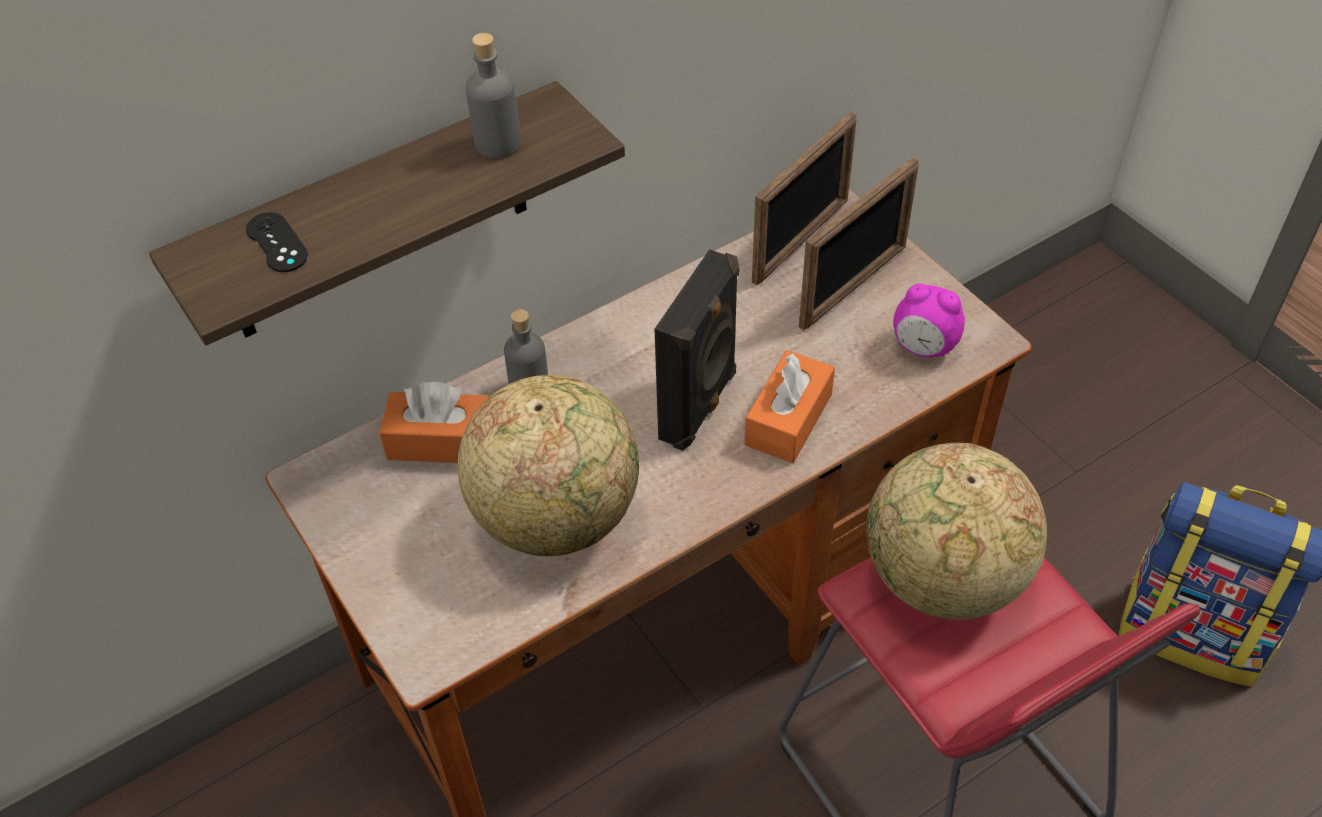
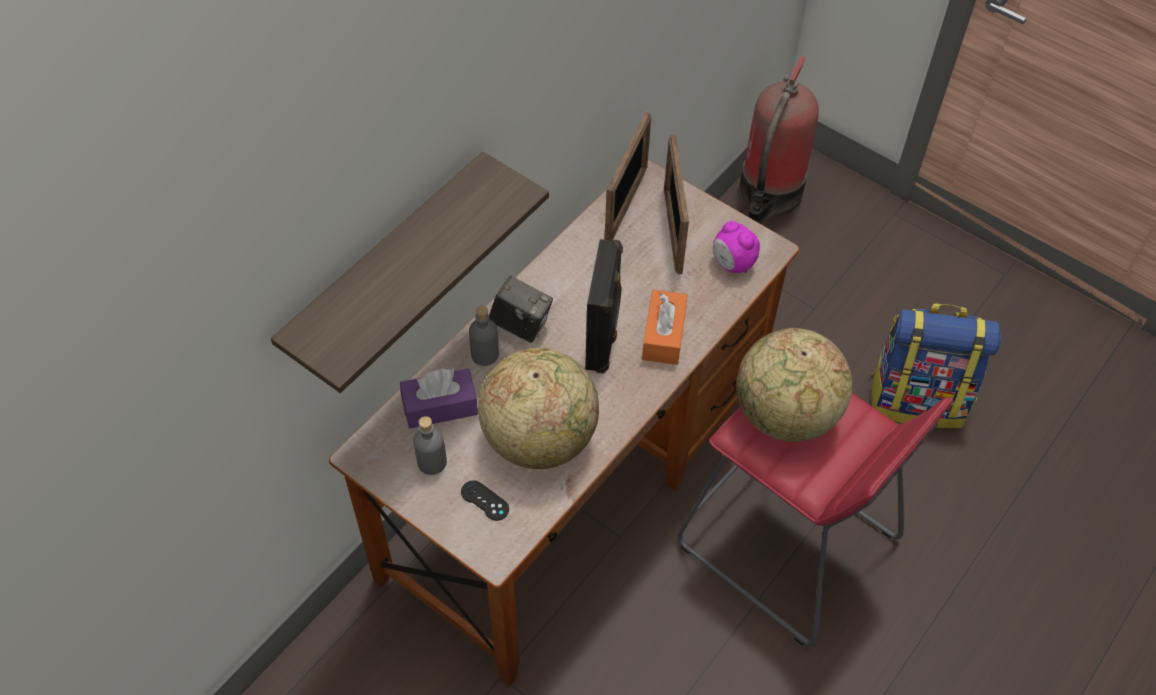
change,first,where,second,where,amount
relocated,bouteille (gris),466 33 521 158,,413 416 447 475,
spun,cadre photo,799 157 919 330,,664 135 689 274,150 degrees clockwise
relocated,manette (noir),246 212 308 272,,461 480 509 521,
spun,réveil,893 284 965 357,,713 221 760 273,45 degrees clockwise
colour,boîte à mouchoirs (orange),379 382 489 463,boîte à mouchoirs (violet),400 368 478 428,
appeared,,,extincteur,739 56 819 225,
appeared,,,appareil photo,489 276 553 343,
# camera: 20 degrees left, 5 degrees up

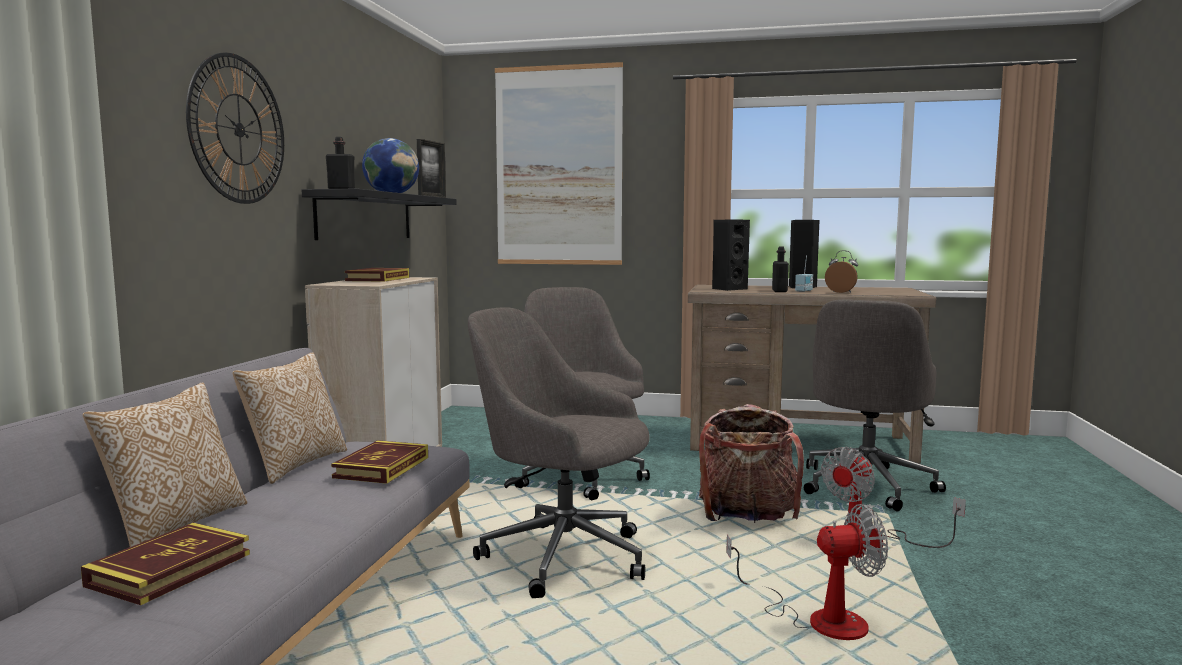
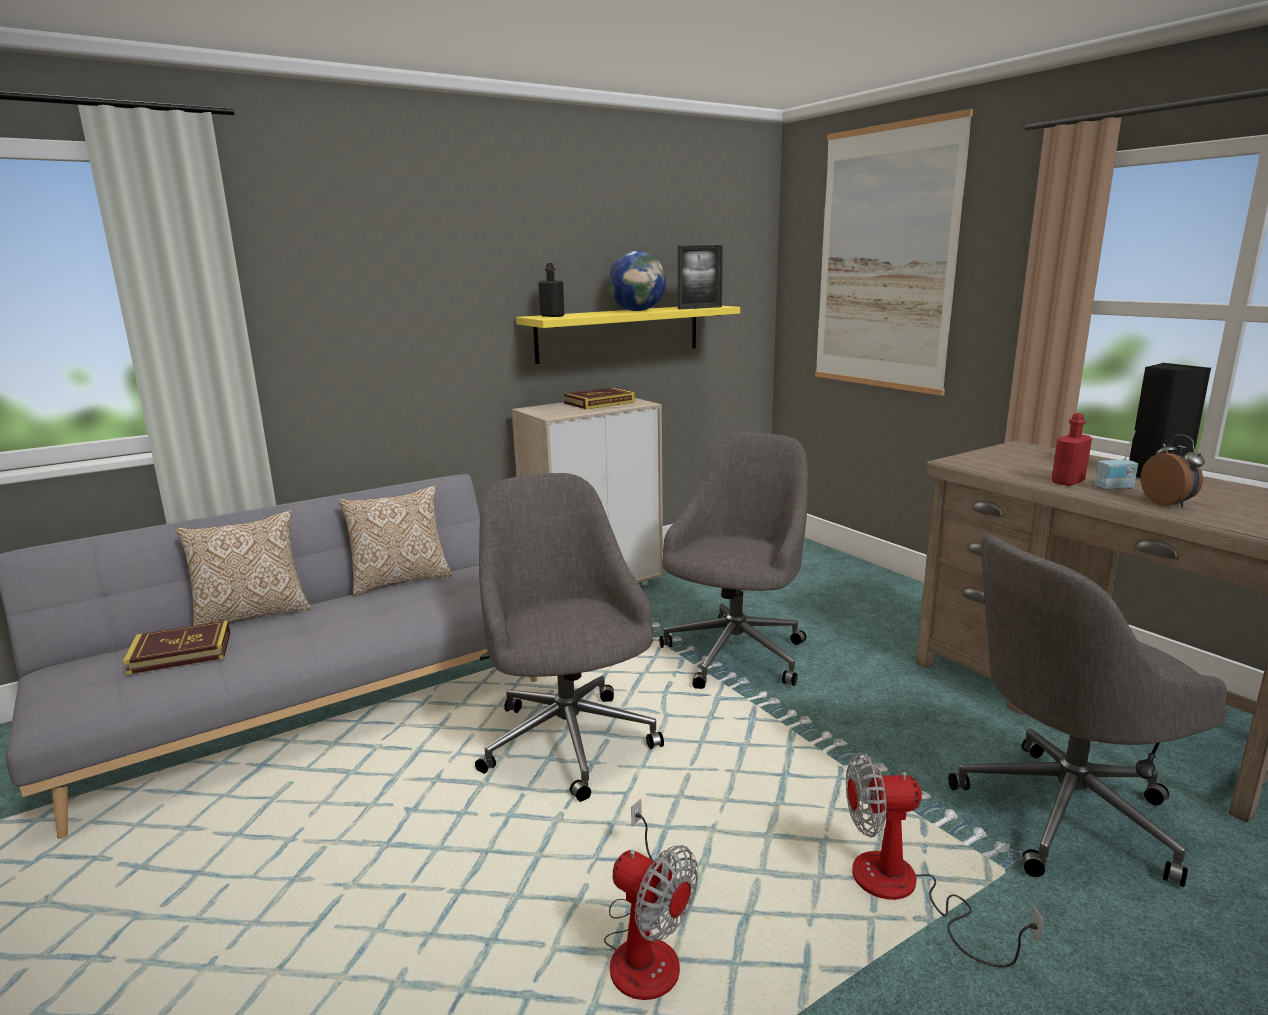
change,first,where,second,where,amount
missing,horloge murale,186 52 284 204,,,
colour,étagère (noir),302 189 457 240,étagère (jaune),516 306 740 364,
missing,enceinte (noir),712 219 750 291,,,
colour,bouteille (noir),772 247 789 292,bouteille (rouge),1051 413 1092 486,
missing,sac à dos,699 404 804 523,,,
missing,livre,331 440 428 484,,,
# camera: 45 degrees right, 10 degrees up

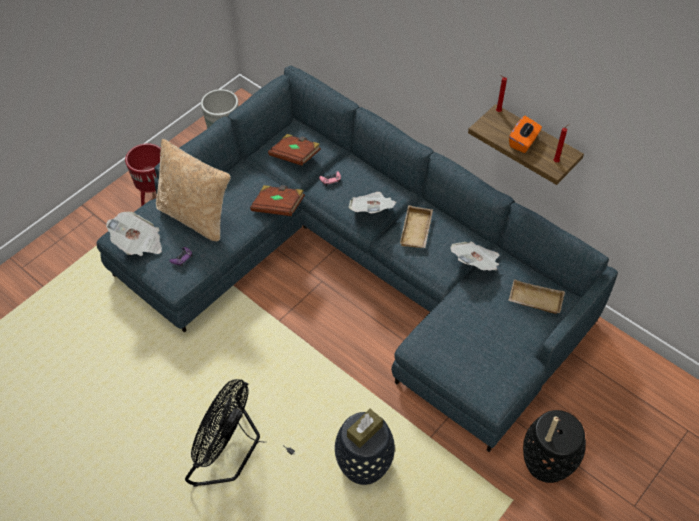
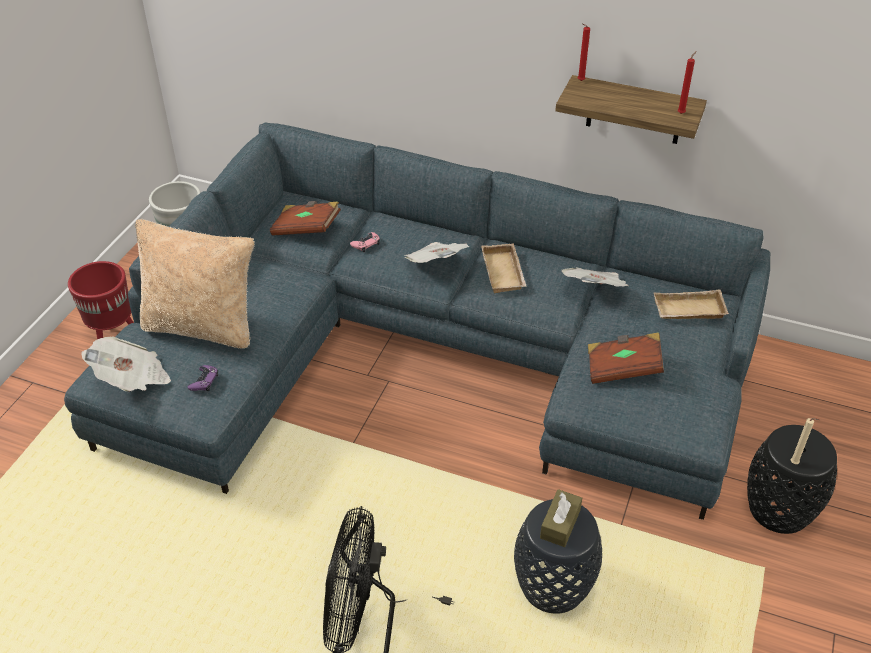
change,first,where,second,where,amount
missing,boîte à mouchoirs (orange),509 116 542 153,,,
relocated,livre (marron),250 185 305 216,,588 332 664 384,
# camera: 20 degrees left, 10 degrees down

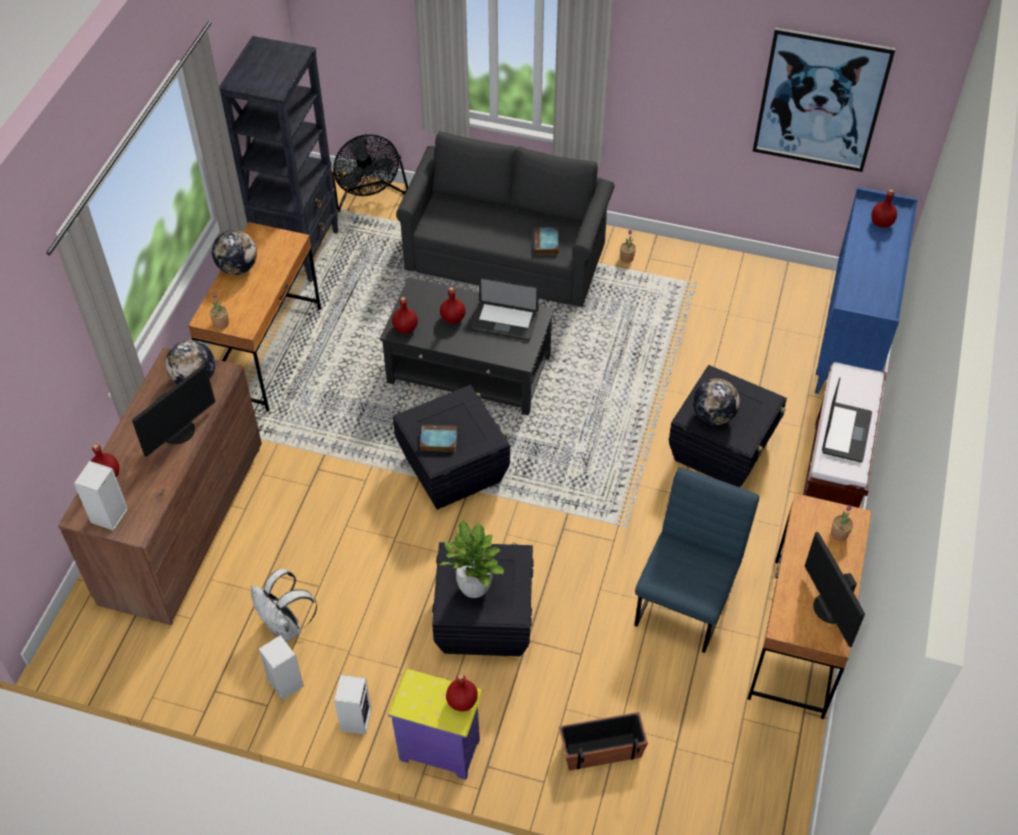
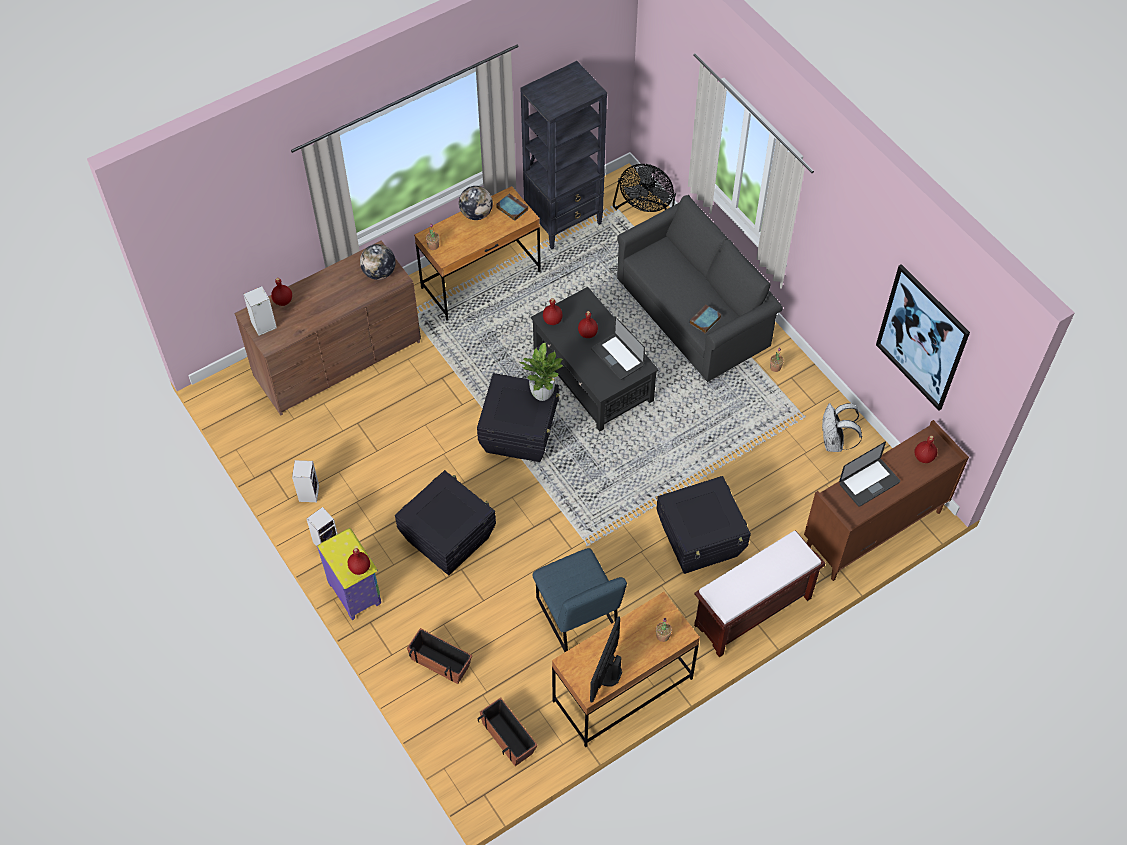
change,first,where,second,where,amount
colour,meuble de rangement (bleu),815 187 918 394,meuble de rangement (marron),804 420 969 581,
missing,écran d'ordinateur,132 364 215 457,,,
relocated,ordinateur portable,822 378 872 462,,839 442 900 507,
missing,globe,693 379 740 425,,,
relocated,livre,420 425 457 452,,496 193 528 221,
spun,chaise (bleu),634 467 759 653,,533 548 627 652,90 degrees clockwise
relocated,plante en pot,439 519 504 598,,518 343 563 401,
relocated,sac à dos (blanc),251 569 317 642,,822 403 862 452,
appeared,,,cache-pot,478 697 538 766,
# camera: 40 degrees right, 5 degrees up

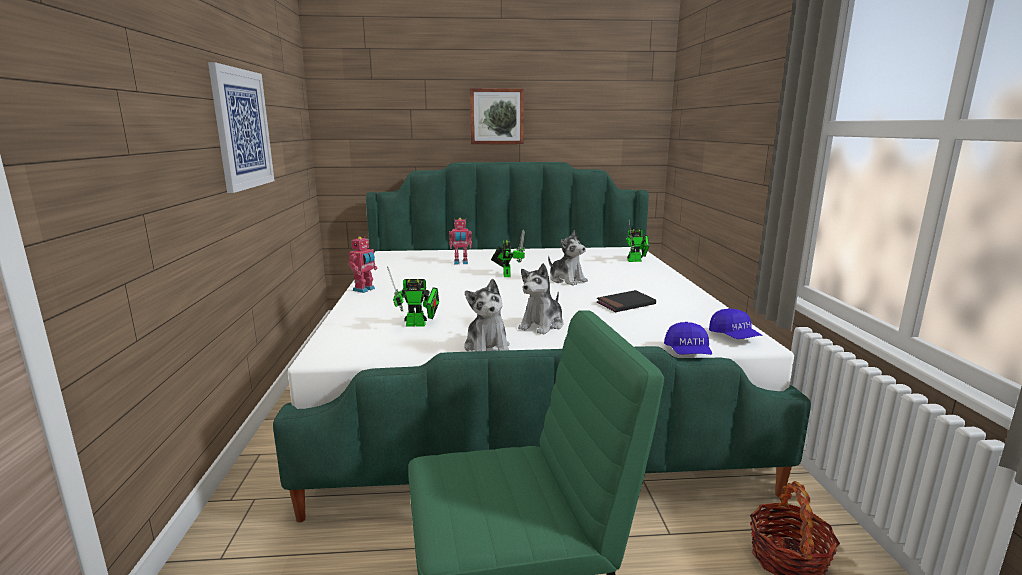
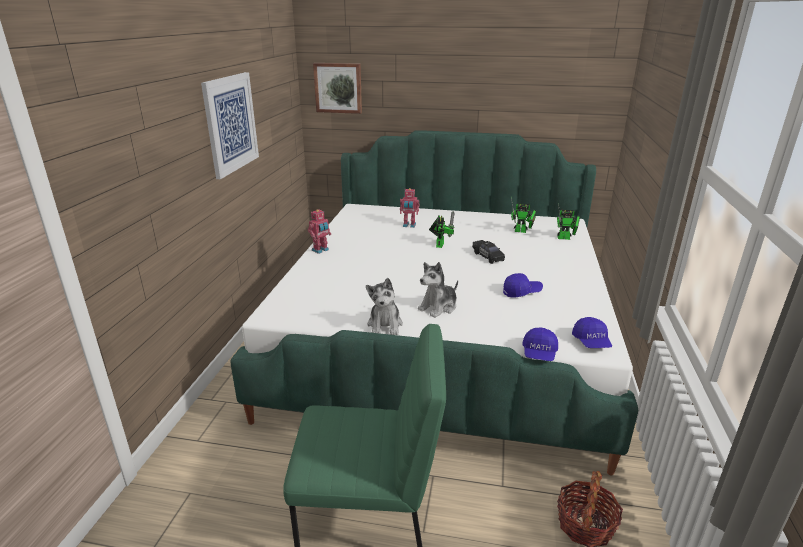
change,first,where,second,where,amount
relocated,tableau,470 88 524 144,,313 63 362 114,
exchanged,peluche,548 230 588 286,petite voiture (noir),472 240 505 264,
relocated,robot jouet,387 266 439 327,,511 197 537 233,
exchanged,livre (noir),597 290 656 312,casquette (bleu),503 273 543 297,
# camera: 15 degrees right, 10 degrees up

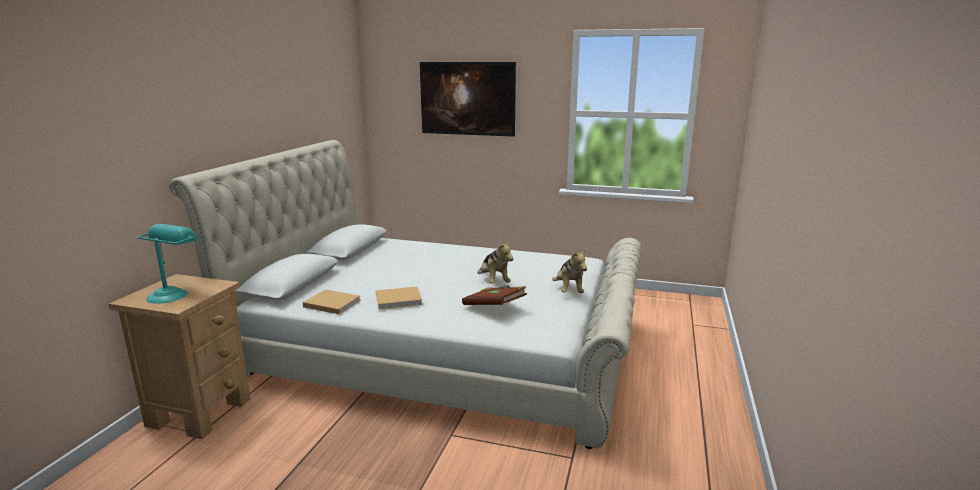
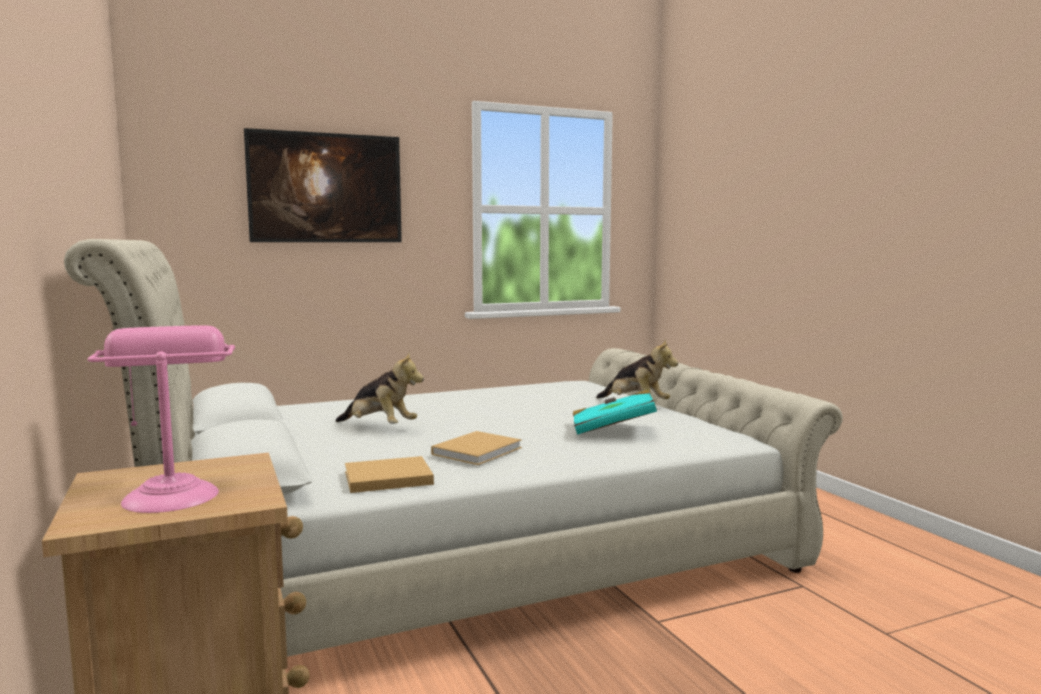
change,first,where,second,where,amount
colour,lampe de table (turquoise),137 224 198 304,lampe de table (rose),87 325 235 513,
relocated,peluche,477 240 513 284,,336 352 424 424,
colour,livre (marron),462 285 527 305,livre (turquoise),573 390 657 435,
# camera: 40 degrees left, 10 degrees down

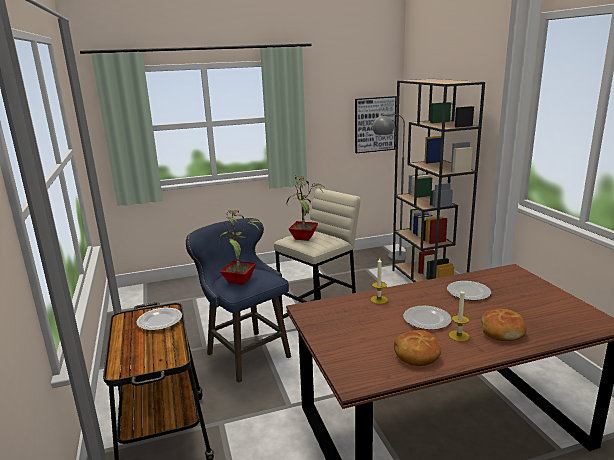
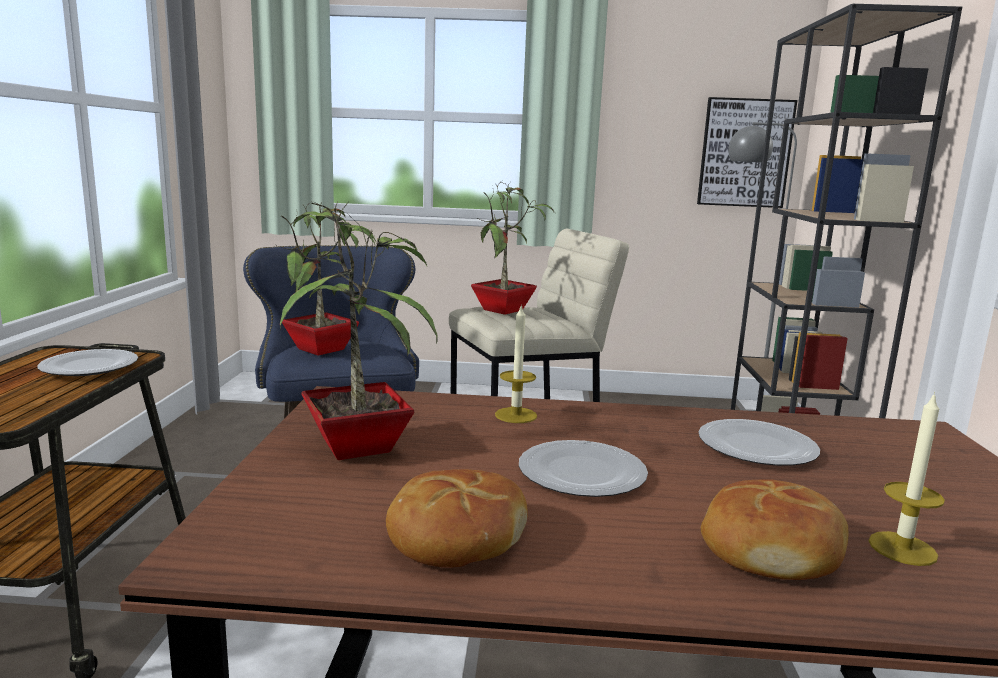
change,first,where,second,where,amount
relocated,bougie,449 289 469 342,,869 392 945 566,
appeared,,,plante en pot,280 201 438 460,
# camera: 20 degrees right, 5 degrees down

